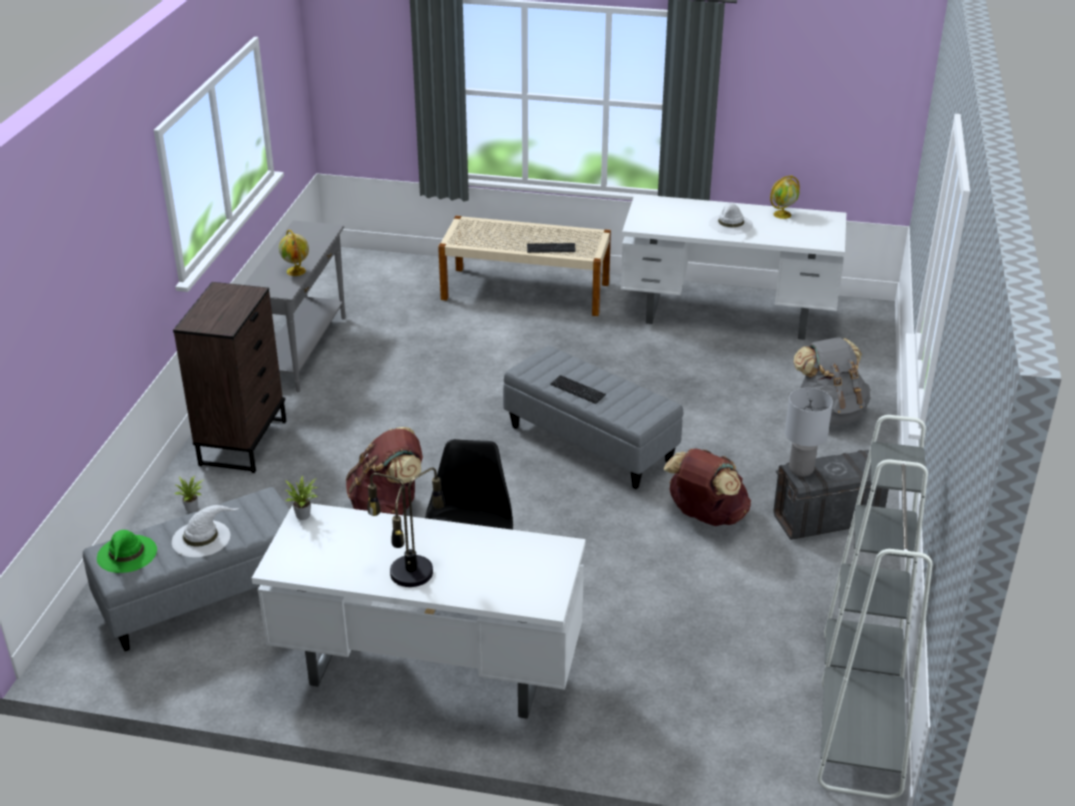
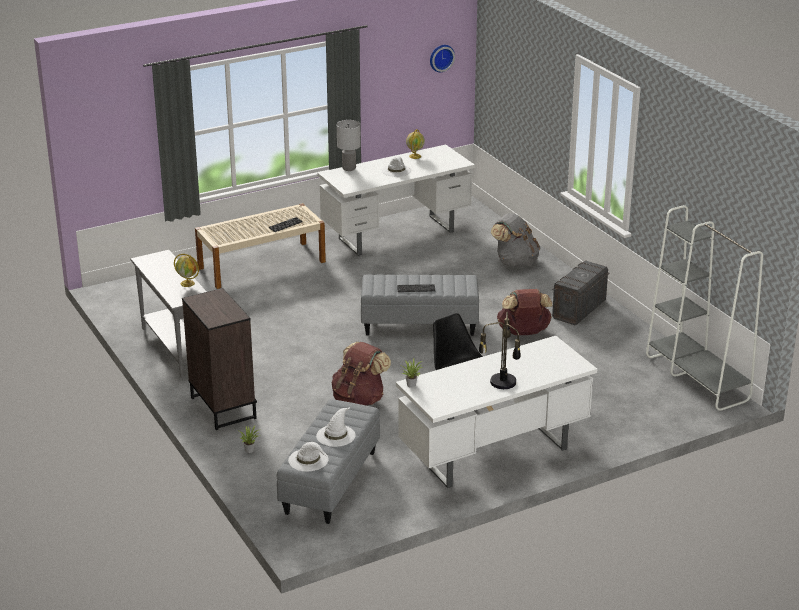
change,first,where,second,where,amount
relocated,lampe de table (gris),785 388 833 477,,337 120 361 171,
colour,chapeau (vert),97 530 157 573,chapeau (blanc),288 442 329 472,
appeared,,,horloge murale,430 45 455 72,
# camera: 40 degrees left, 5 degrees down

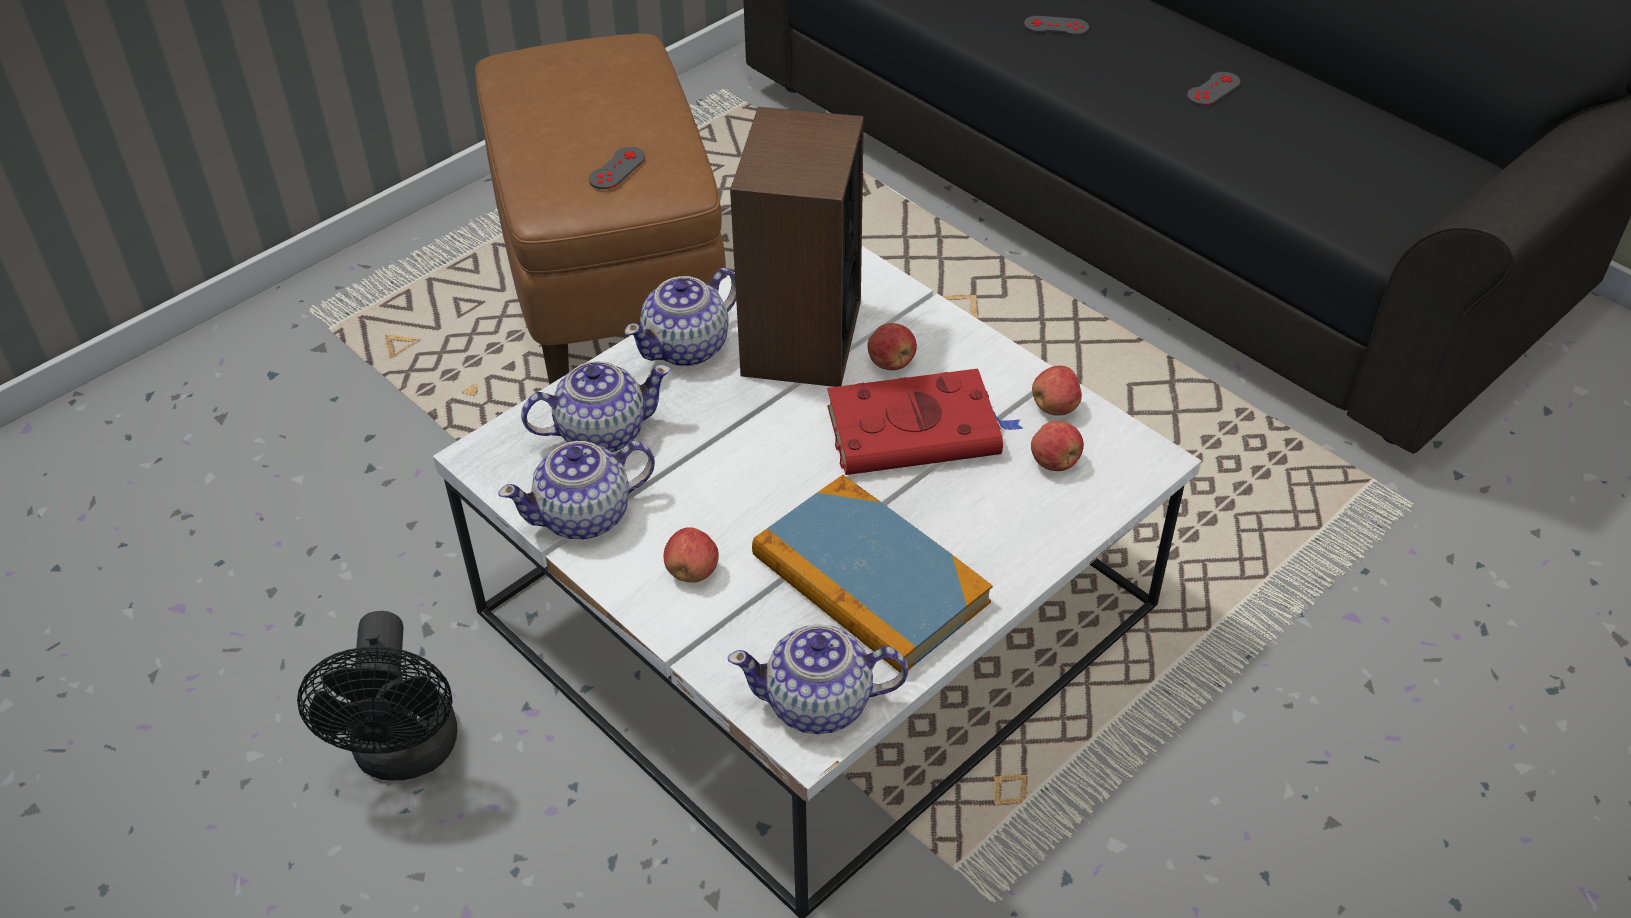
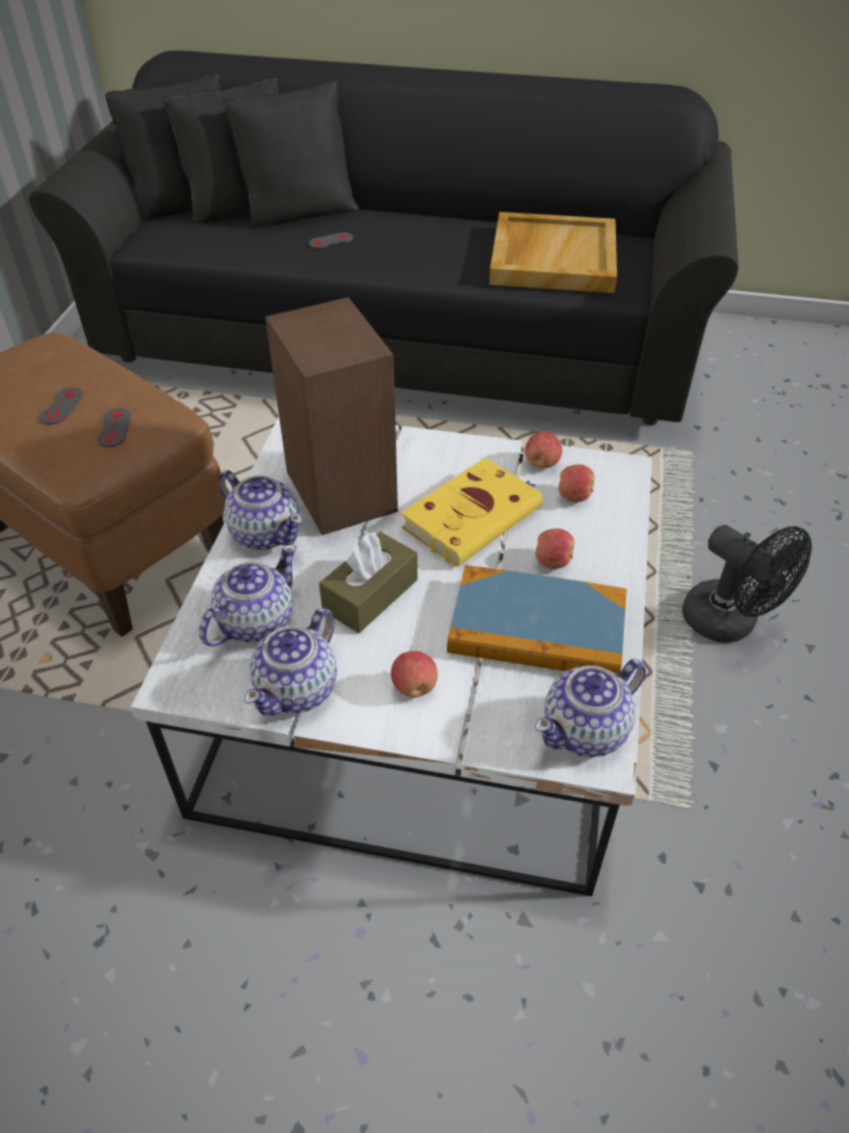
change,first,where,second,where,amount
relocated,manette (gris),1187 72 1241 105,,40 387 83 425,
spun,théière,624 268 736 366,,218 470 303 550,60 degrees counterclockwise
relocated,pomme,868 323 917 370,,535 528 574 569,
colour,livre (rouge),827 369 1024 475,livre (jaune),401 458 543 567,
relocated,ventilateur (noir),297 611 457 780,,682 525 812 643,
appeared,,,plateau (beige),489 212 617 293,
appeared,,,boîte à mouchoirs (marron),319 532 418 633,
# camera: 35 degrees left, 0 degrees up

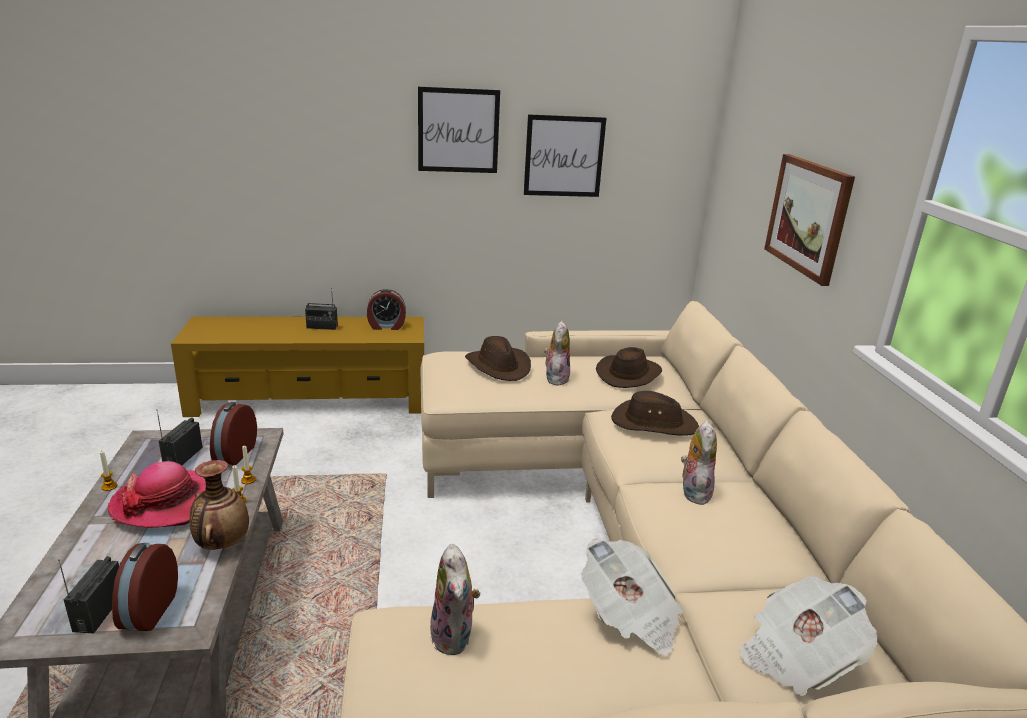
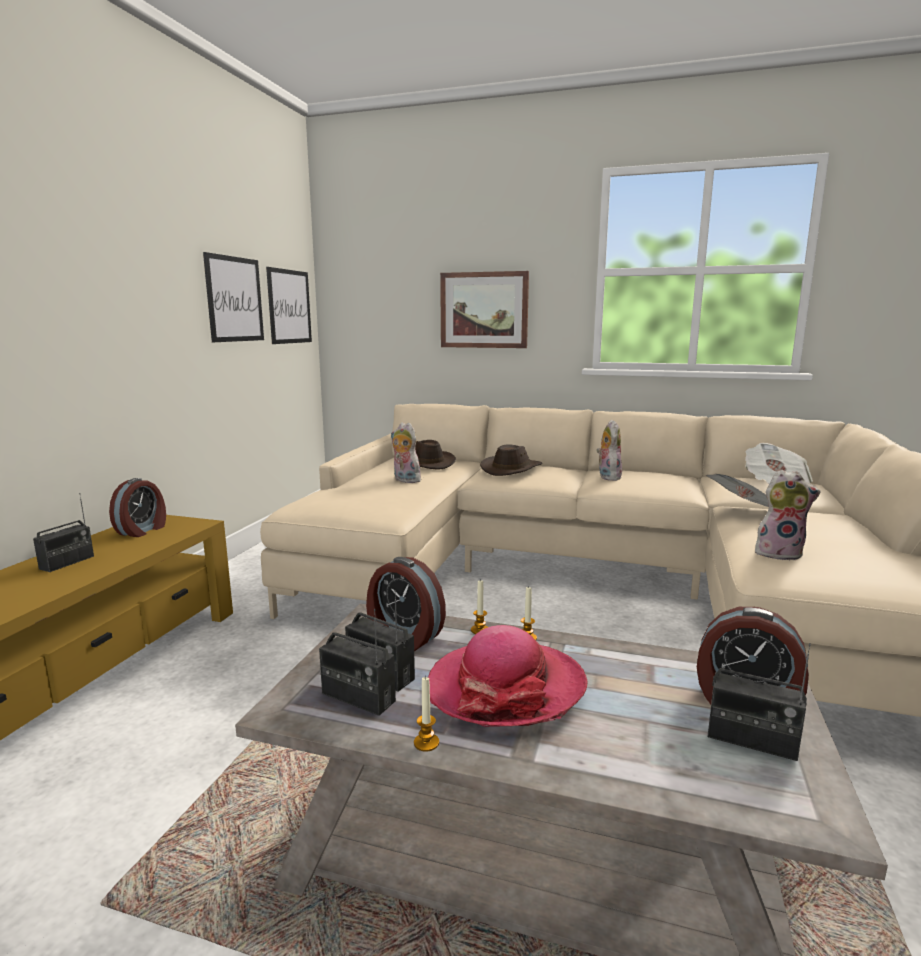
change,first,where,second,where,amount
relocated,tableau,418 87 500 173,,266 267 312 344,
missing,chapeau (marron),465 336 531 381,,,
spun,peluche,681 421 717 505,,596 420 622 481,60 degrees clockwise
missing,vase,190 460 249 550,,,
appeared,,,radio,319 609 396 716,
# camera: 65 degrees left, 10 degrees down

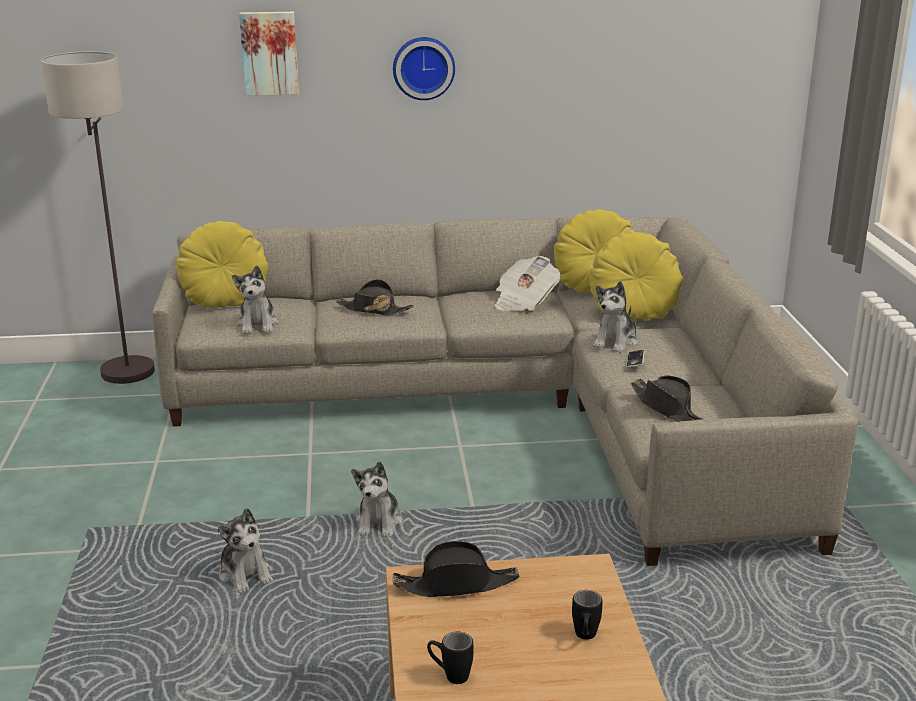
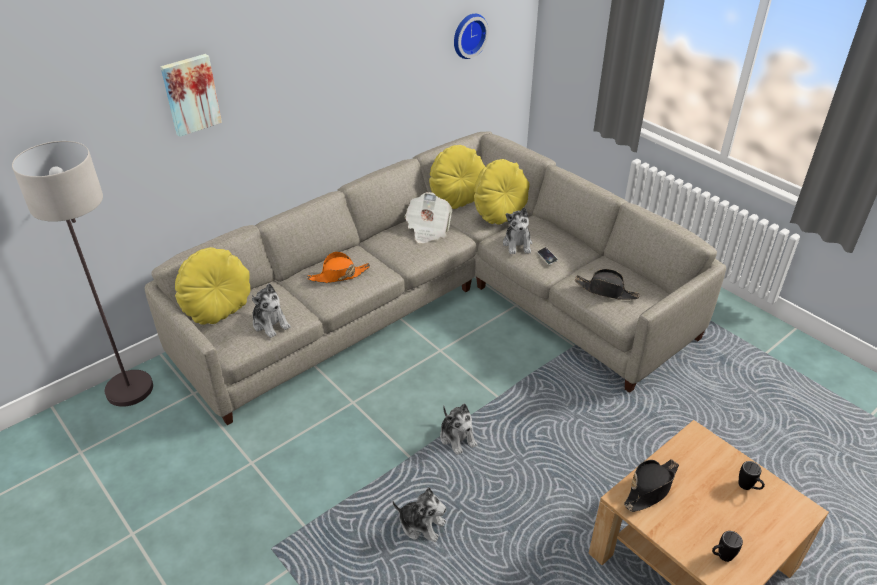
change,first,where,second,where,amount
relocated,horloge murale,393 37 455 100,,454 14 489 59,
colour,chapeau (noir),336 279 414 315,chapeau (orange),307 251 370 283,
# camera: 35 degrees left, 15 degrees up

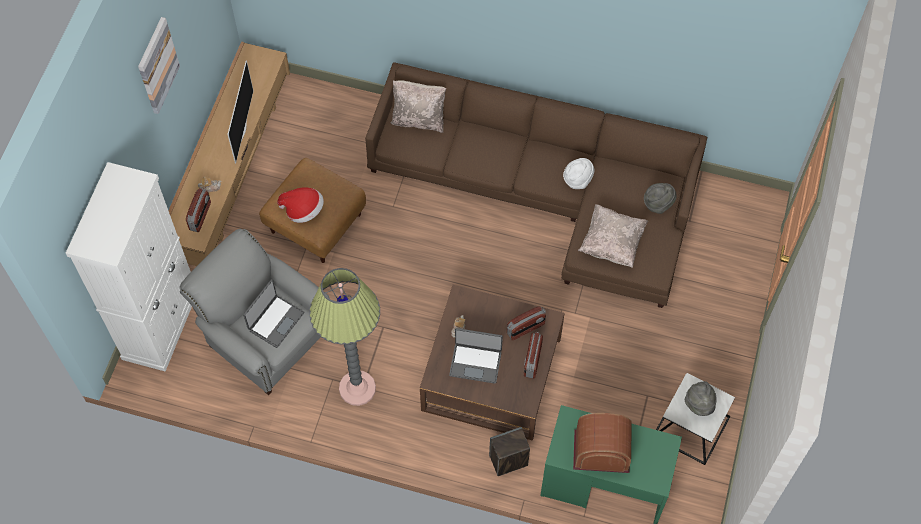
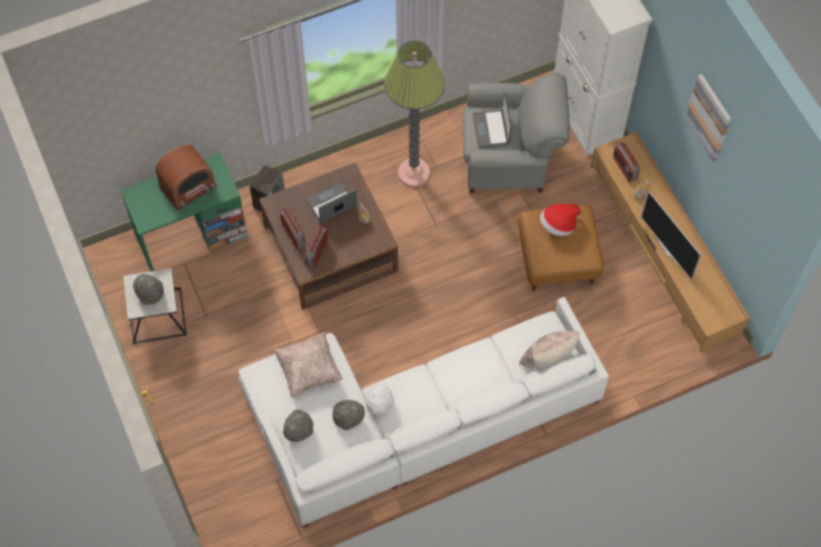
change,first,where,second,where,amount
colour,canapé (marron),365 62 707 308,canapé (blanc),238 297 609 527,
appeared,,,chapeau (gris),332 400 365 430,
# camera: 140 degrees right, 0 degrees up

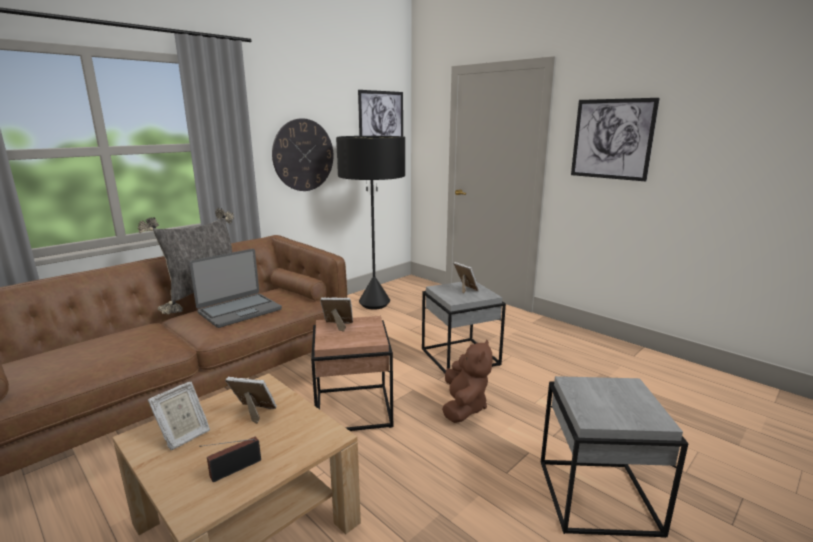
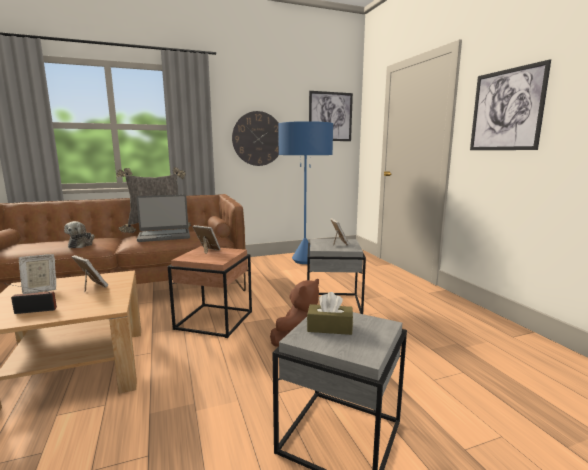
change,first,where,second,where,amount
colour,lampadaire (noir),336 136 405 310,lampadaire (bleu),278 121 333 264,
appeared,,,peluche,64 221 94 248,
appeared,,,boîte à mouchoirs (marron),307 292 353 335,
# camera: 25 degrees right, 5 degrees down

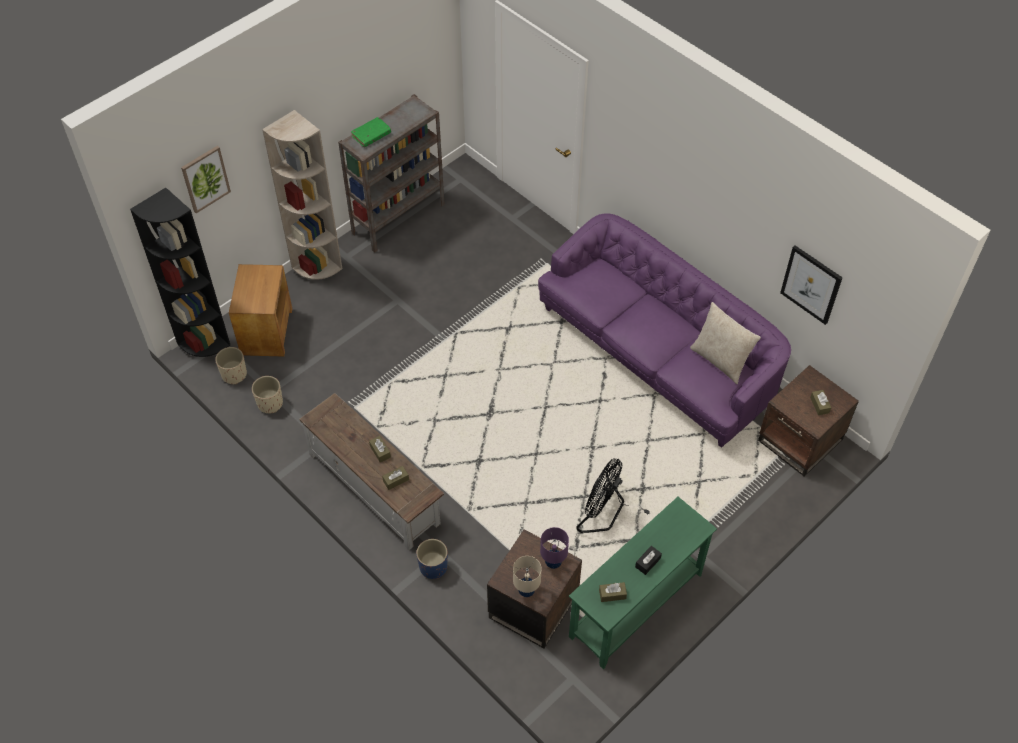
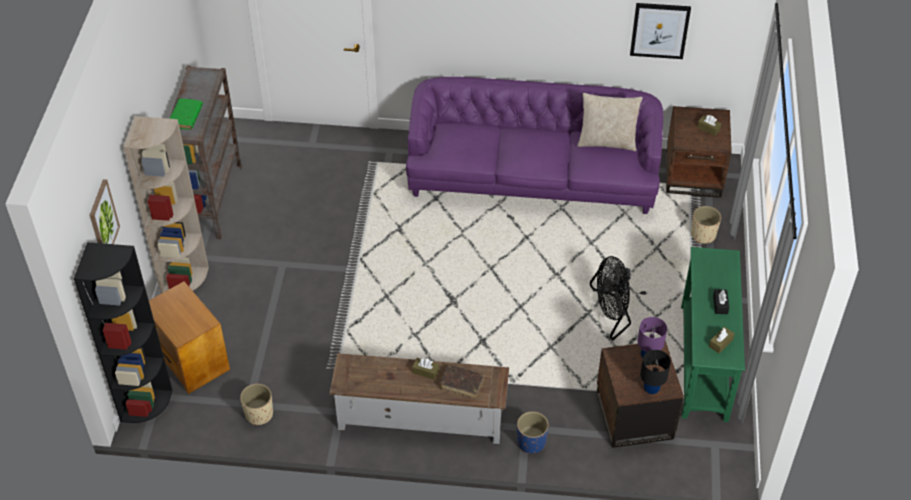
change,first,where,second,where,amount
relocated,cache-pot (beige),215 347 247 385,,691 206 721 244,
exchanged,boîte à mouchoirs (marron),382 466 409 490,livre (marron),440 364 485 398,
colour,lampe de table (beige),513 556 542 597,lampe de table (noir),640 350 671 394,
# camera: 40 degrees left, 5 degrees down

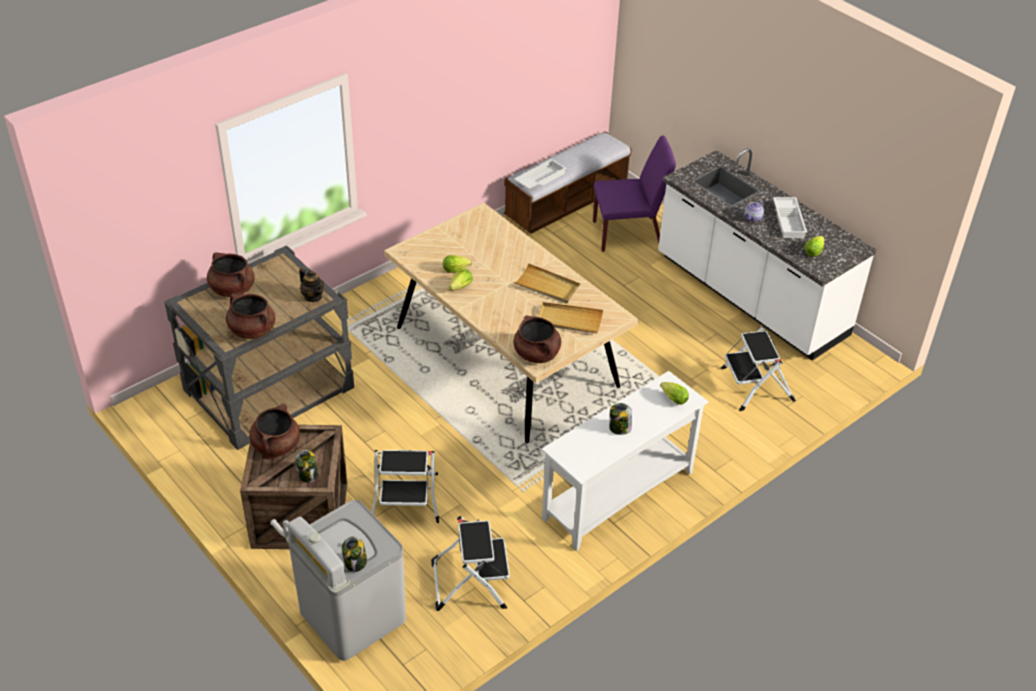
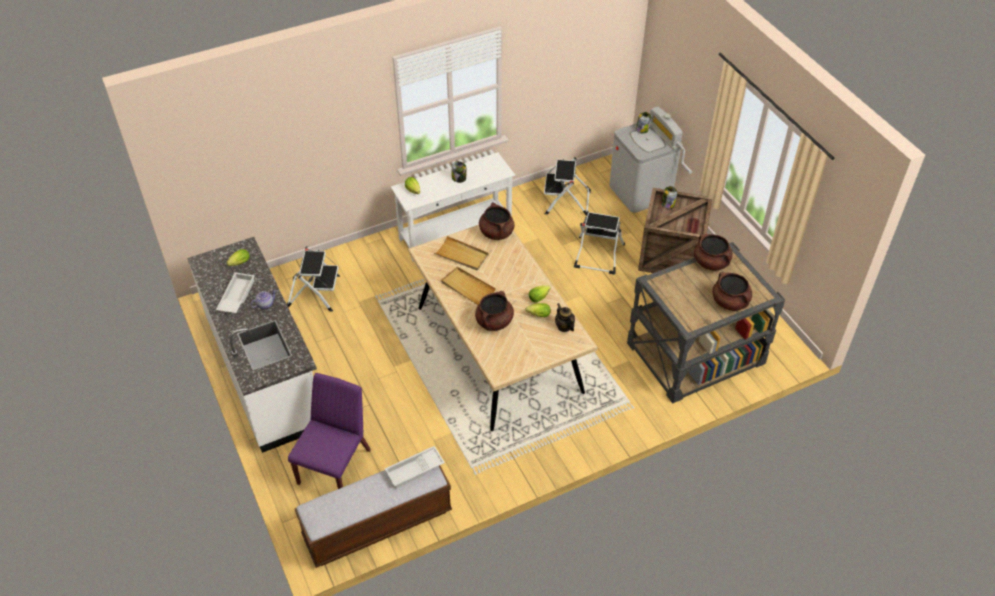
change,first,where,second,where,amount
spun,chaise (violet),593 135 676 252,,288 373 371 489,105 degrees clockwise
relocated,théière,299 268 324 302,,555 303 575 332,
relocated,marmite (marron),249 404 300 457,,475 291 514 331,
# camera: 165 degrees left, 5 degrees up

